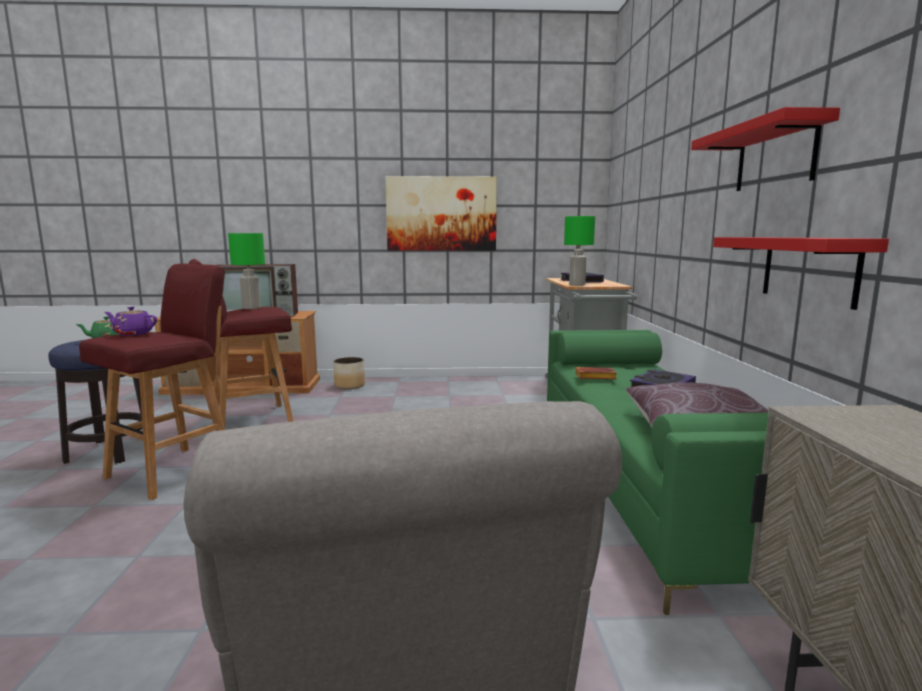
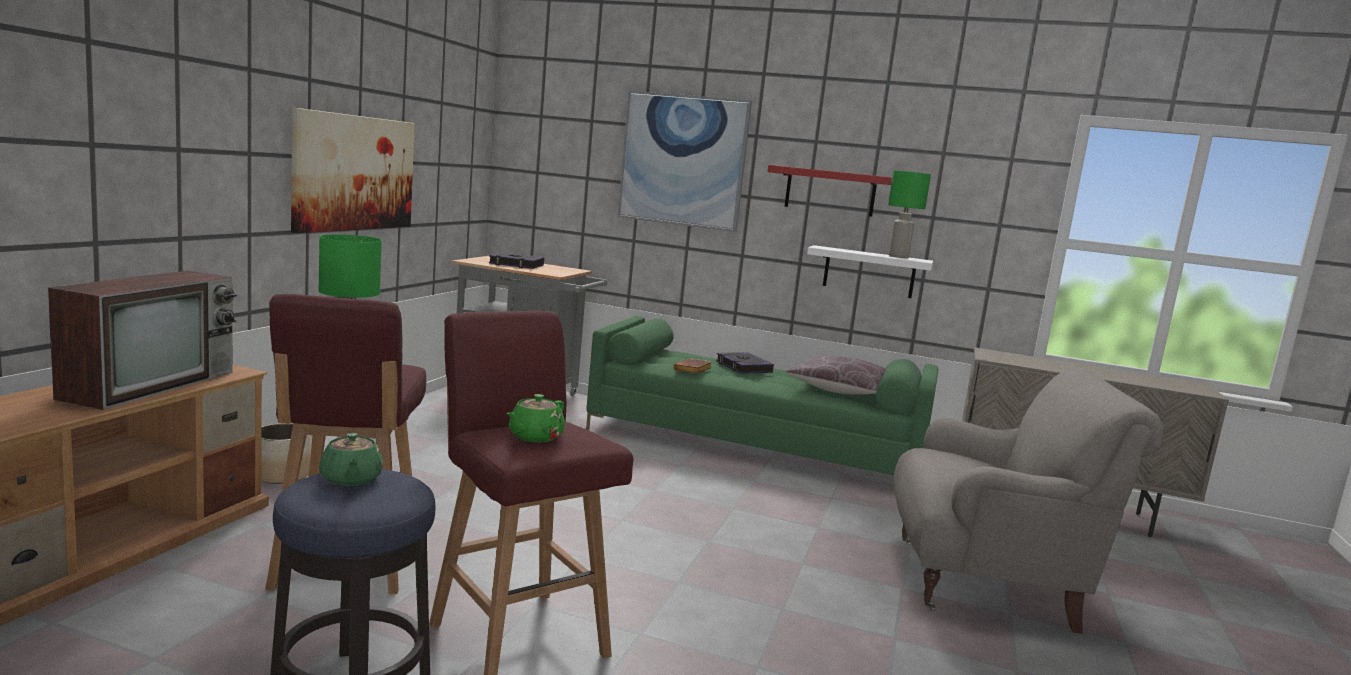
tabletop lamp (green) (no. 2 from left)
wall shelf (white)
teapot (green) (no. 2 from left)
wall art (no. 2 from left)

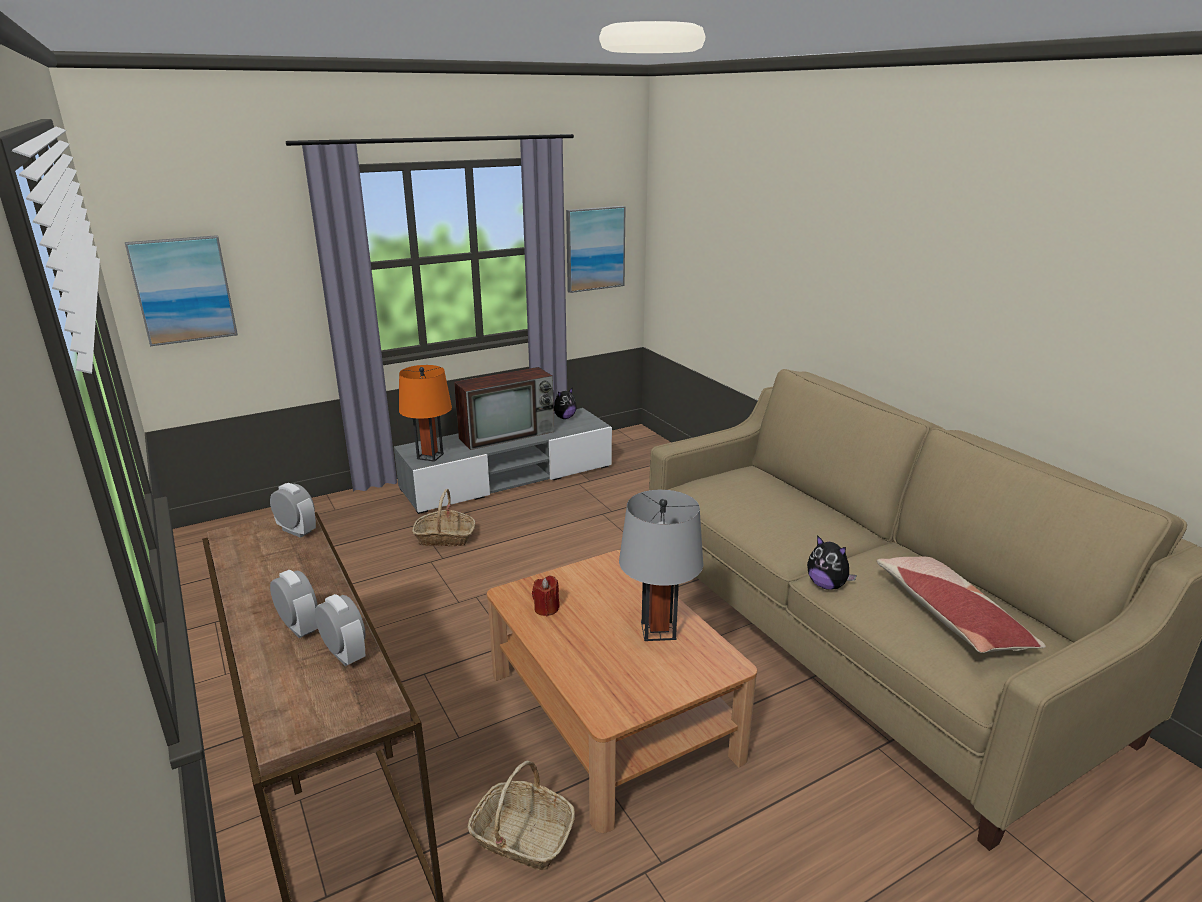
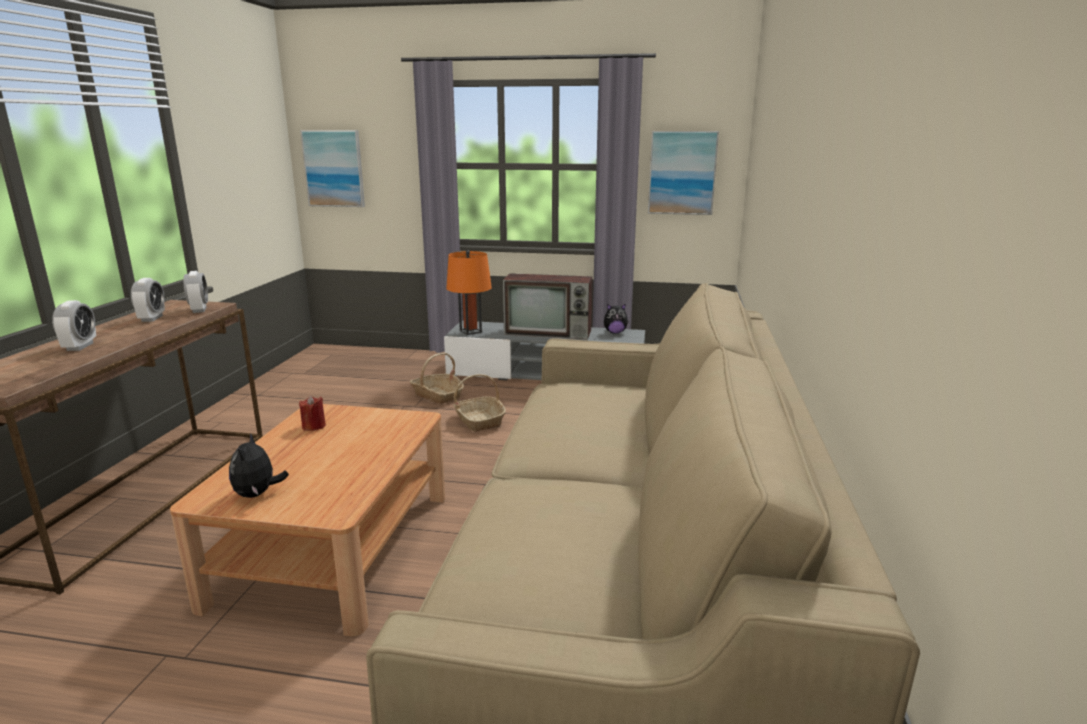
tabletop lamp (greyish)
cuddly toy (no. 1 from left)
pillow
table clock (no. 2 from left)
basket (no. 2 from left)

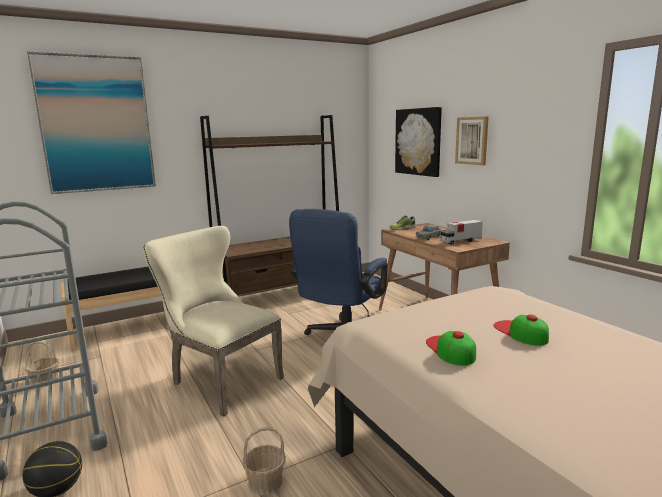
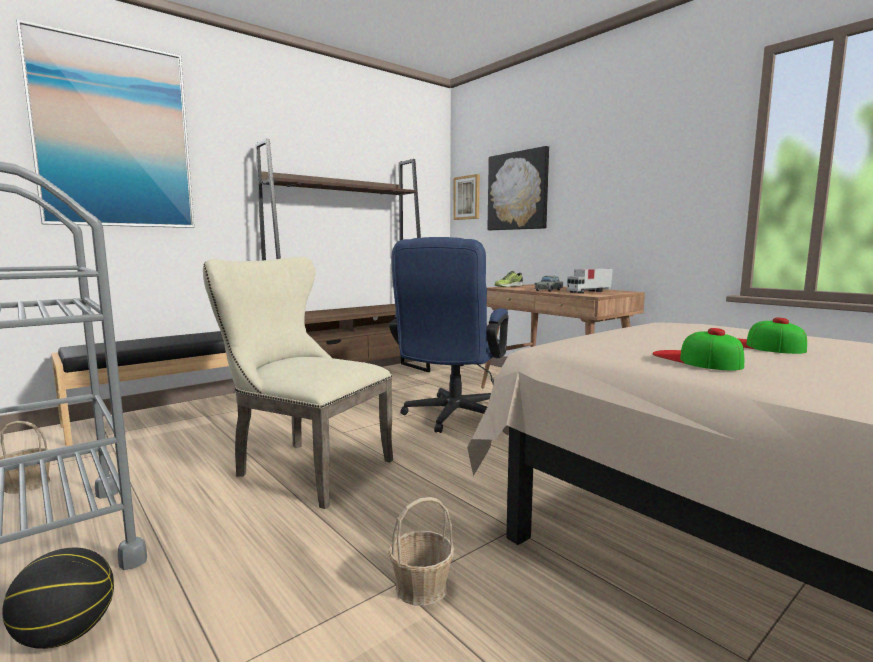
wall art (no. 2 from left)

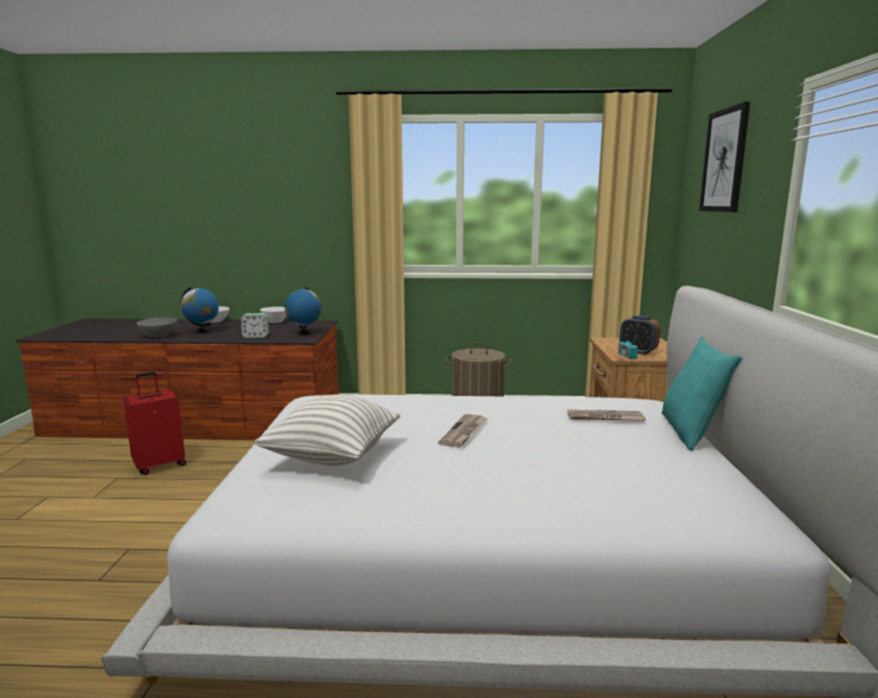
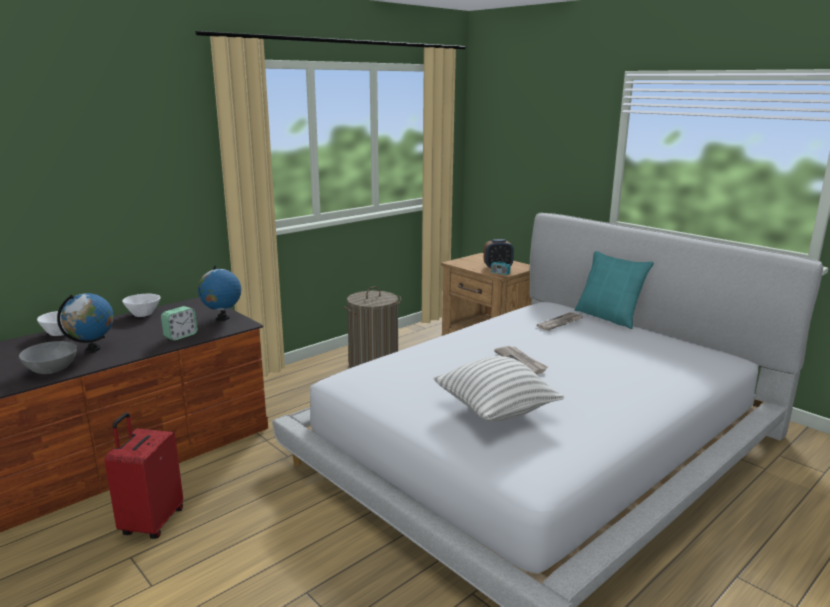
wall art

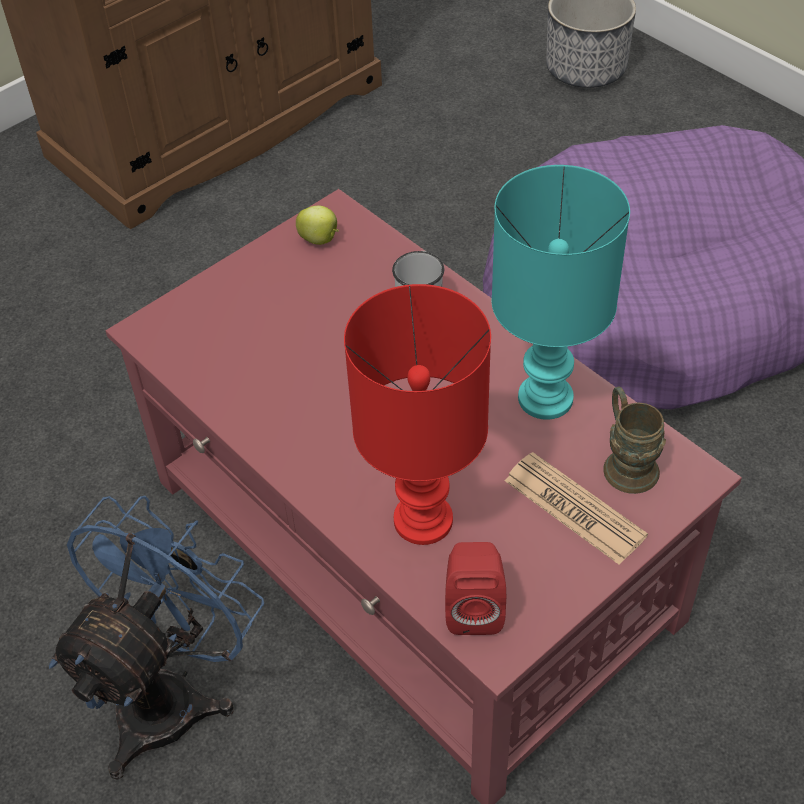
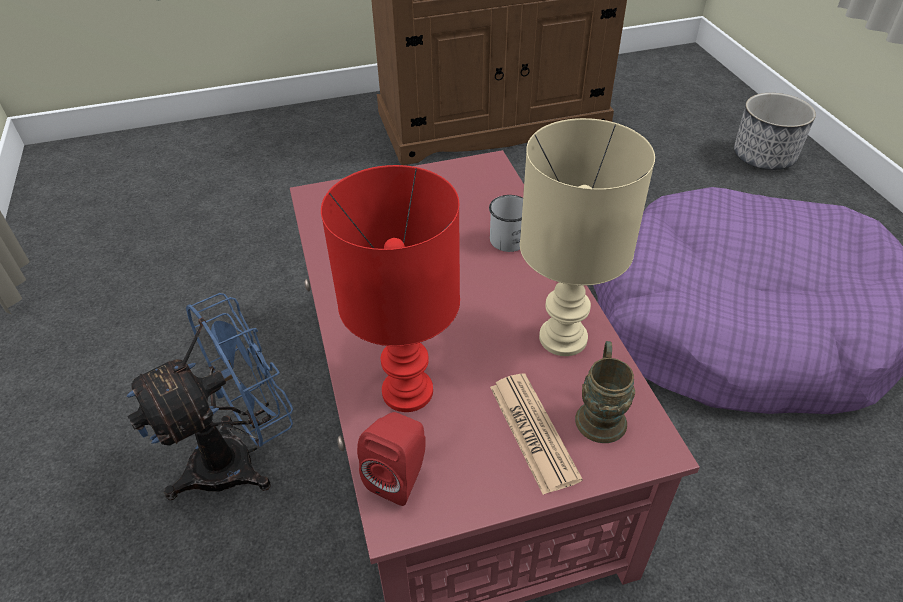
tabletop lamp (beige-coloured)
whole apple

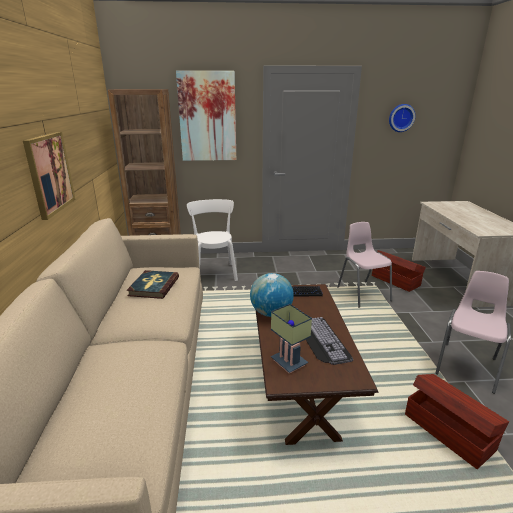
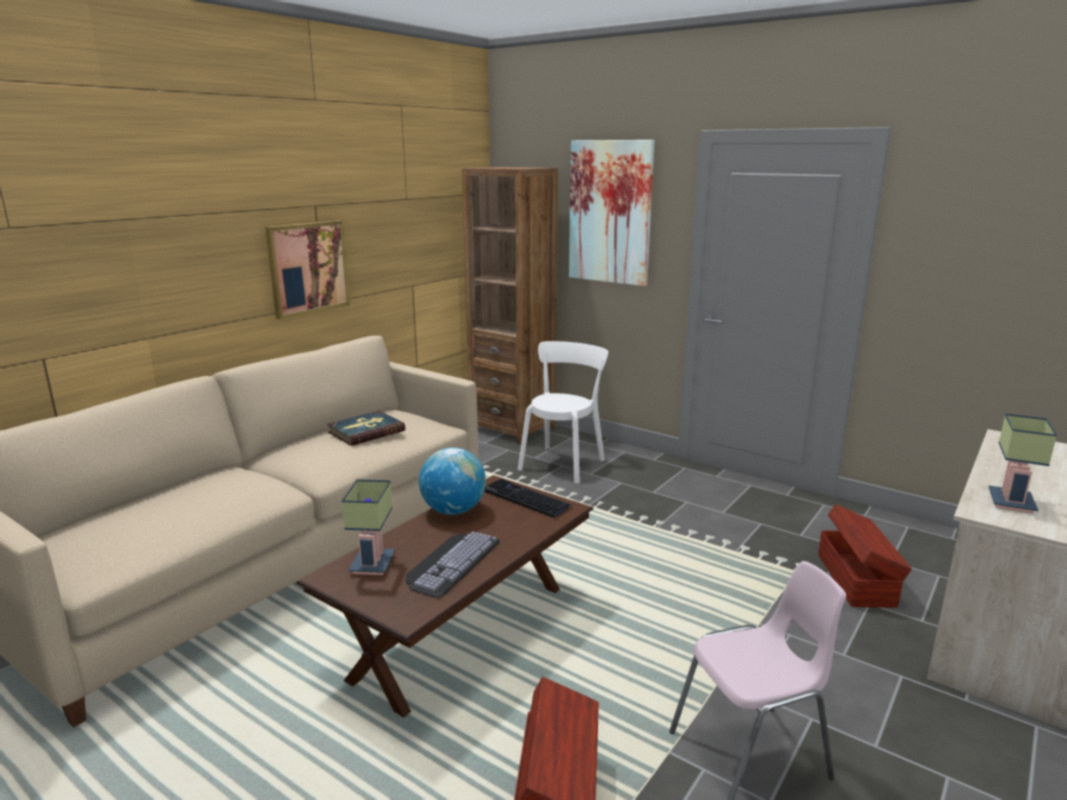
clock on the wall
upright chair (pink-coloured) (no. 1 from left in the first image)
tabletop lamp (no. 2 from left)

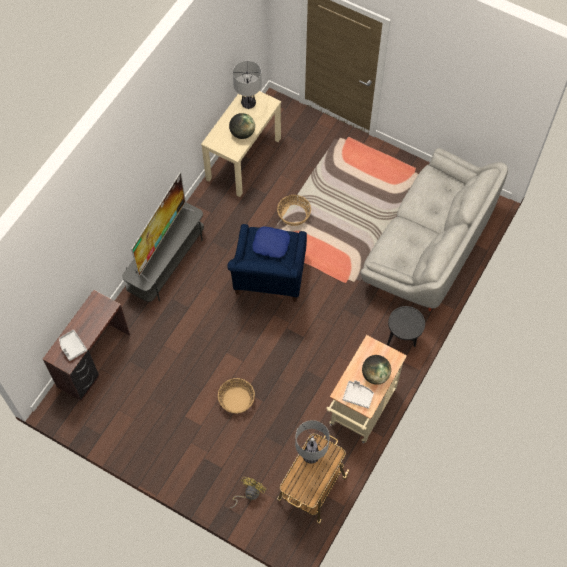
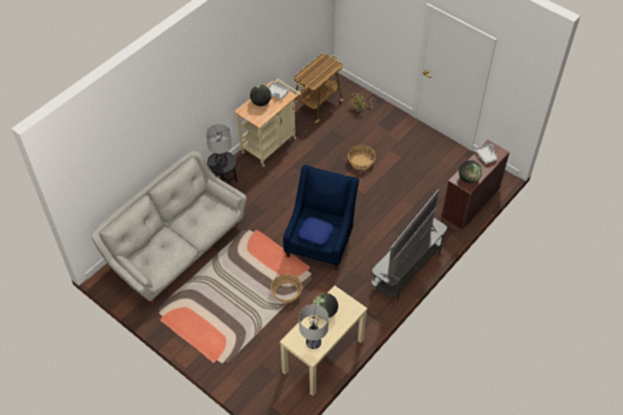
tabletop lamp (no. 1 from left)
world globe (no. 3 from left)

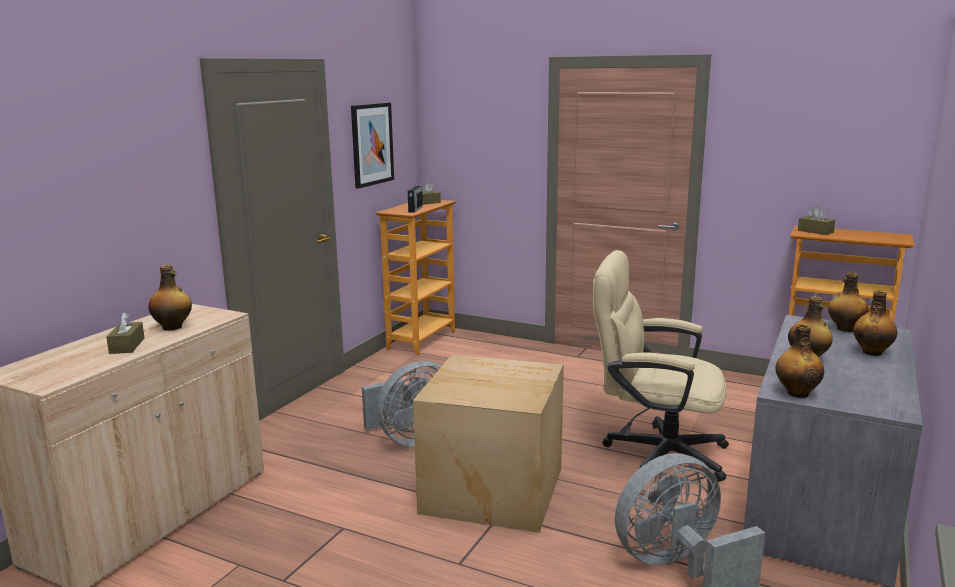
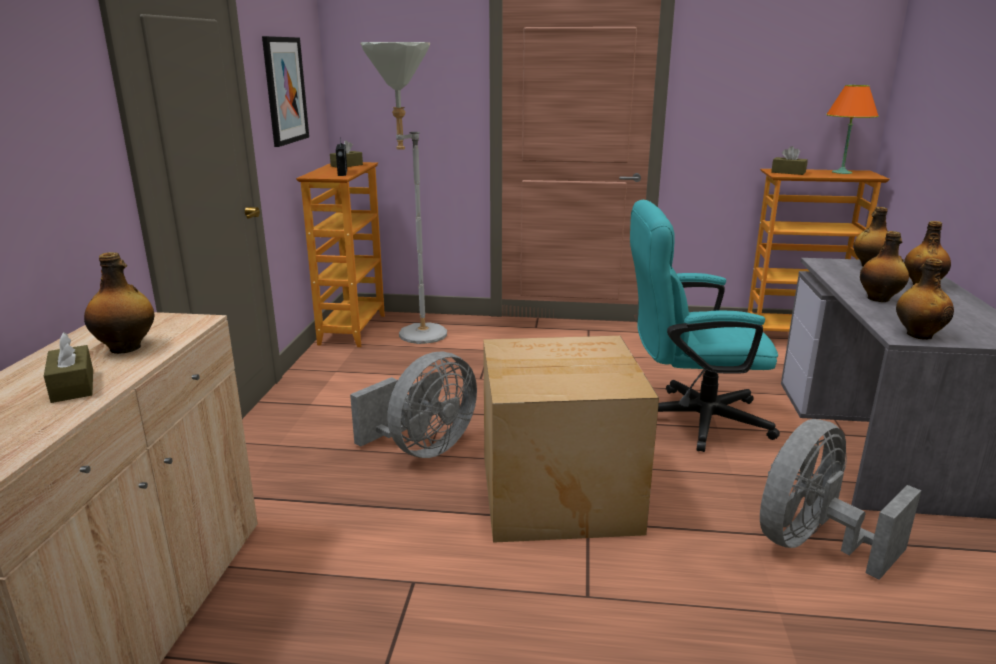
office chair (turquoise)
standard lamp (greyish)
tabletop lamp (orange)

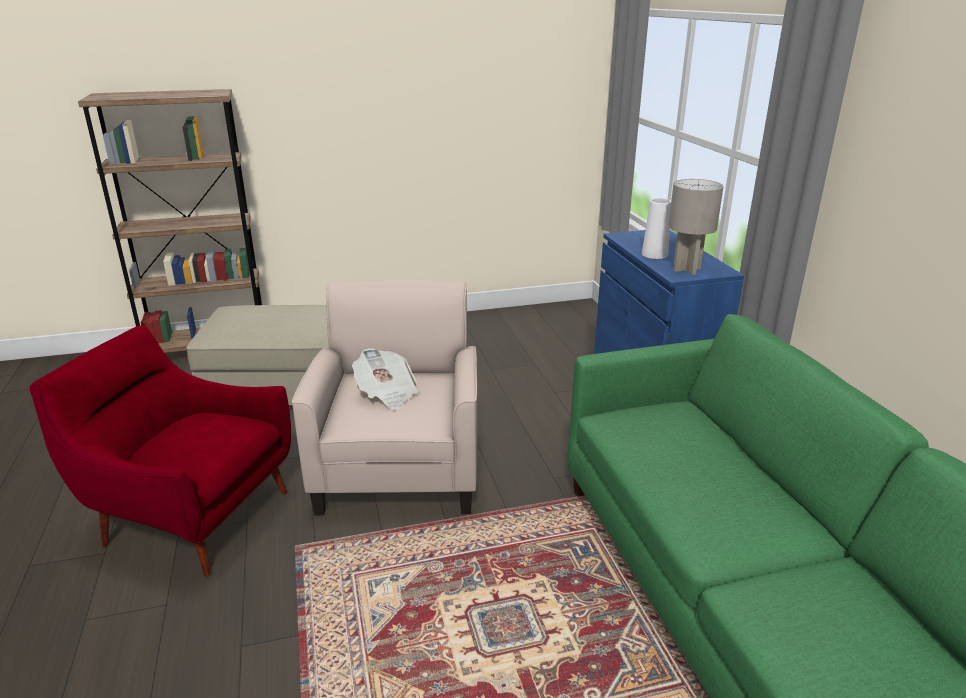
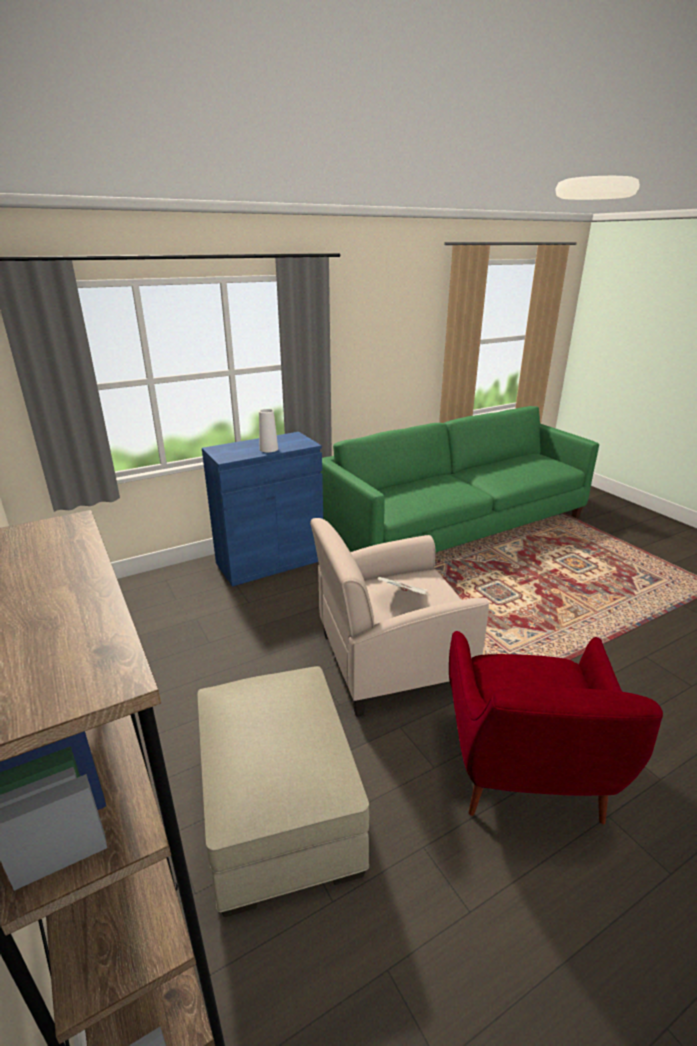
tabletop lamp (greyish)

